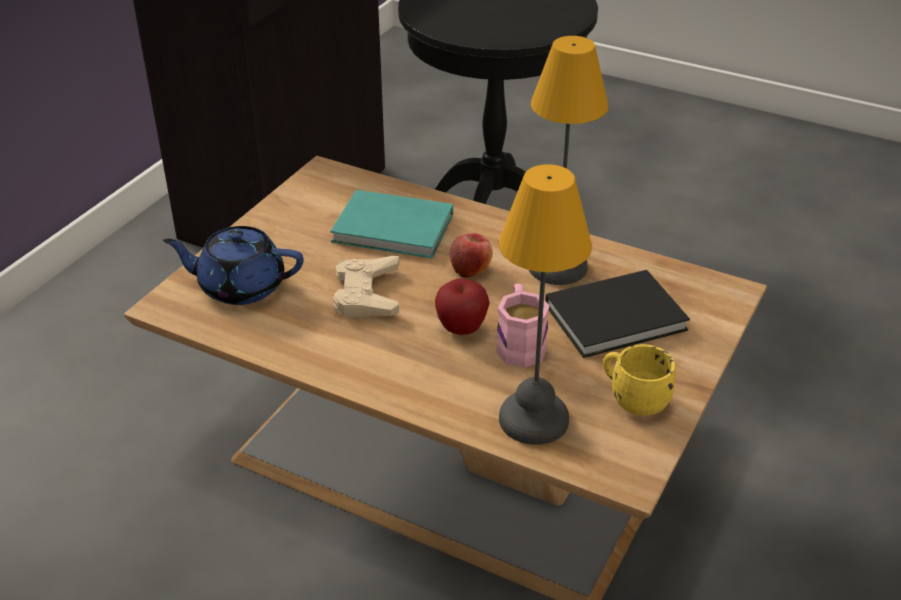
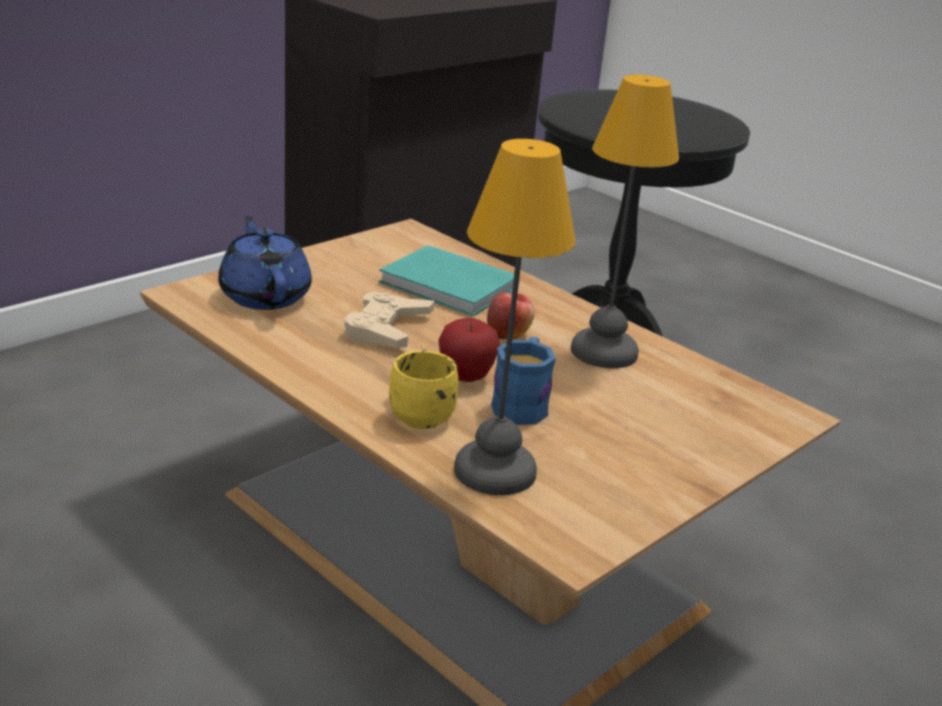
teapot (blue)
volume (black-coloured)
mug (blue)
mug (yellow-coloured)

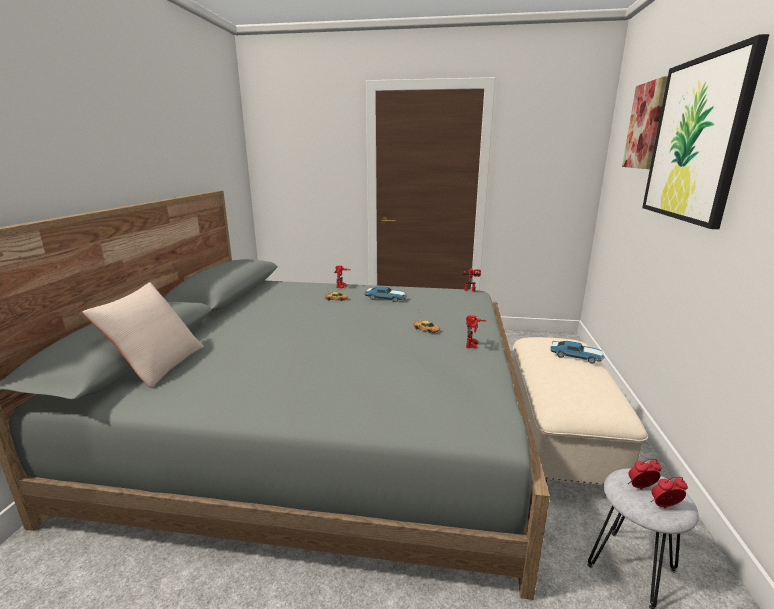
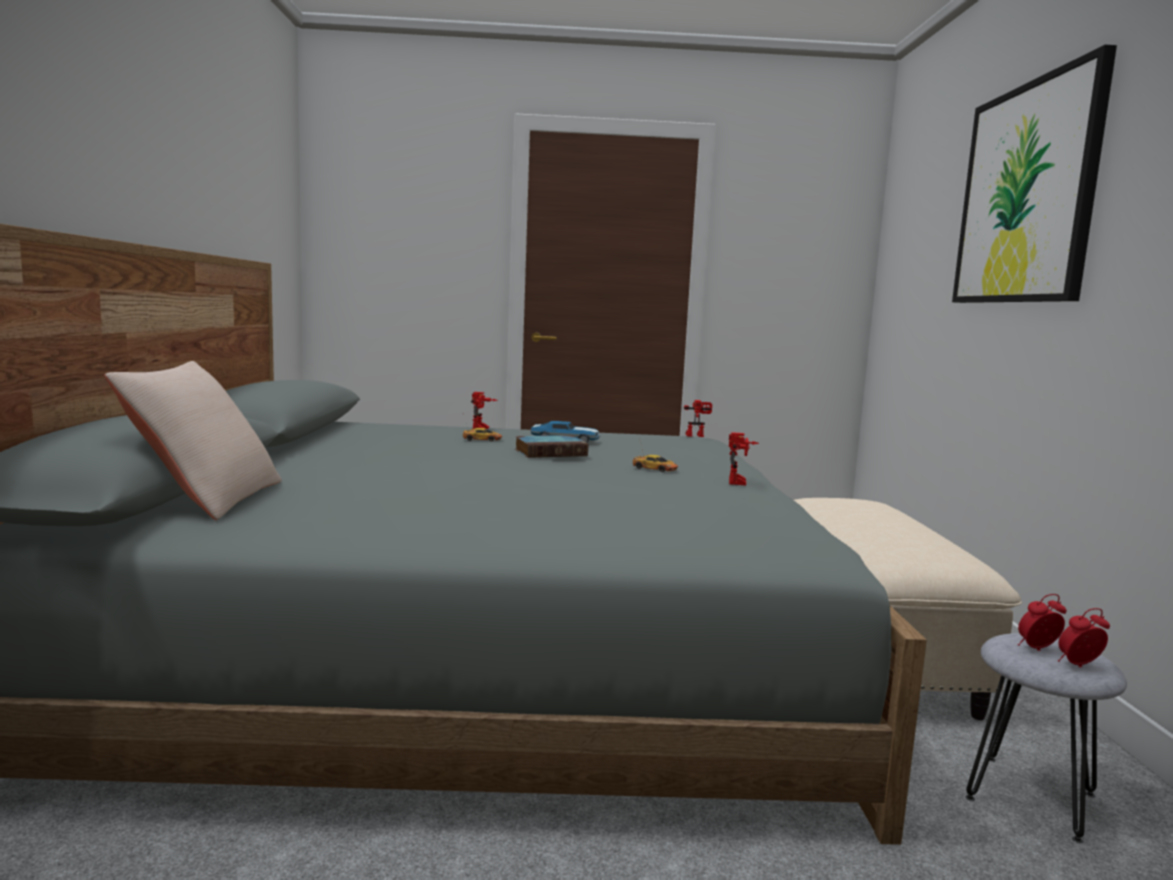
wall art (no. 1 from left in the first image)
model car (no. 4 from left in the first image)
volume

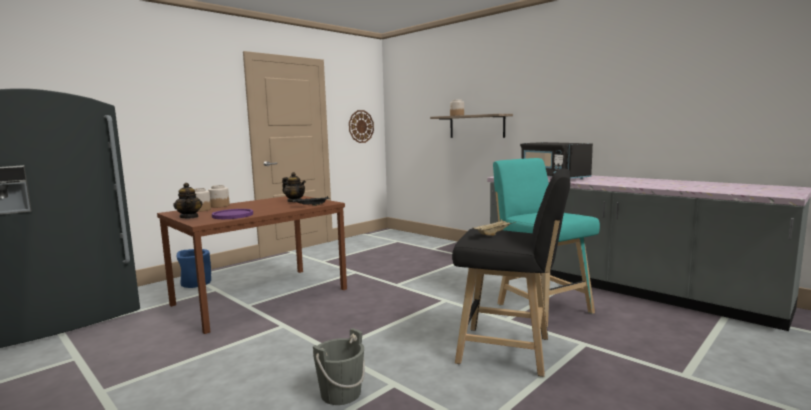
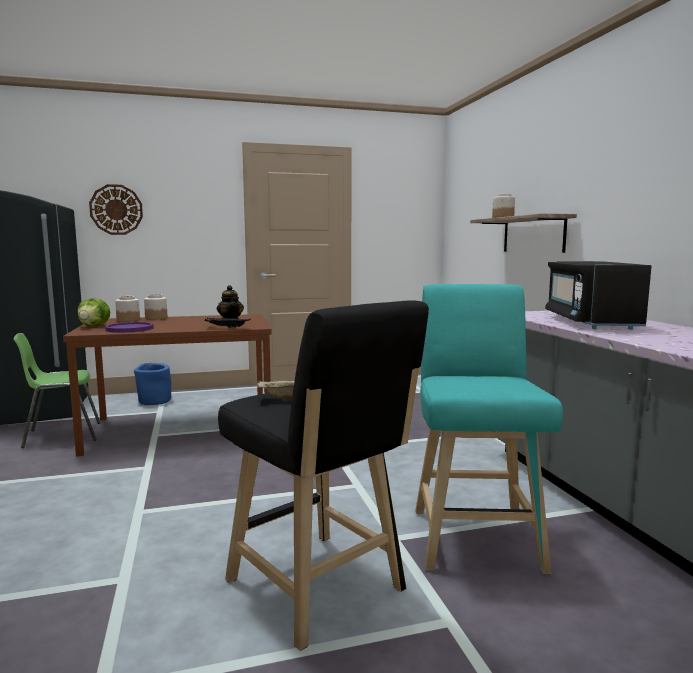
clock on the wall
head of lettuce
pail (greyish)
upright chair (green)

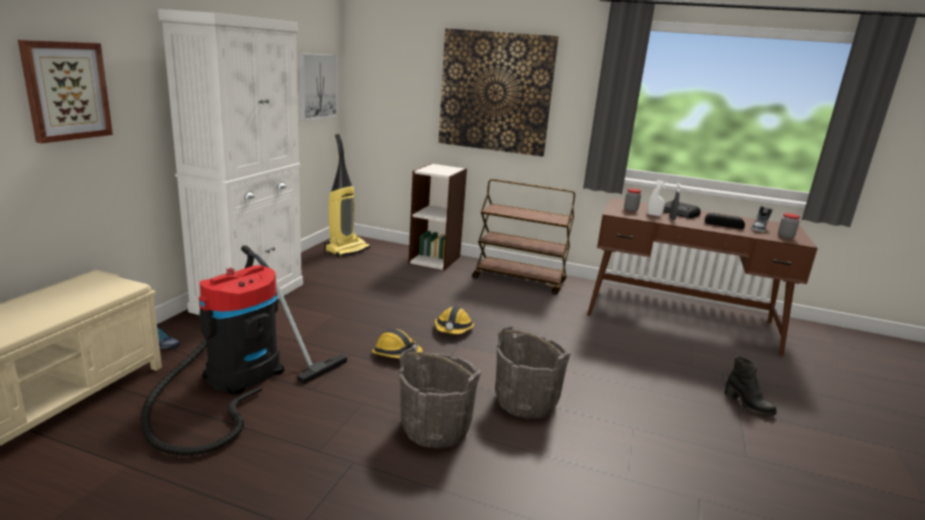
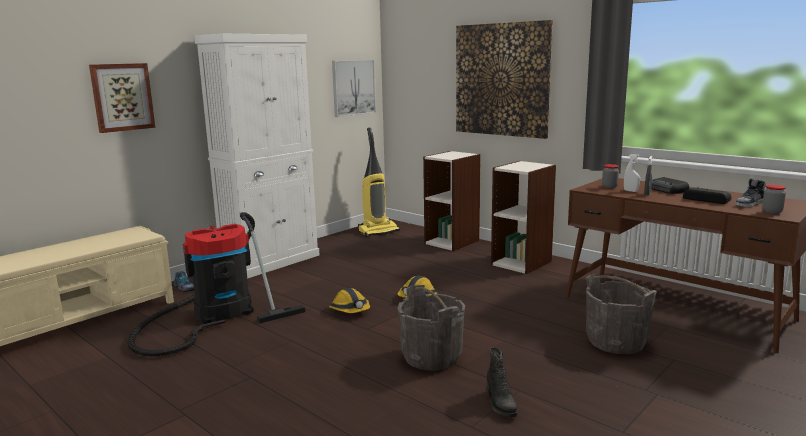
bookcase (no. 2 from left)
pail (greyish) (no. 2 from left)
high-top boot (black-coloured)

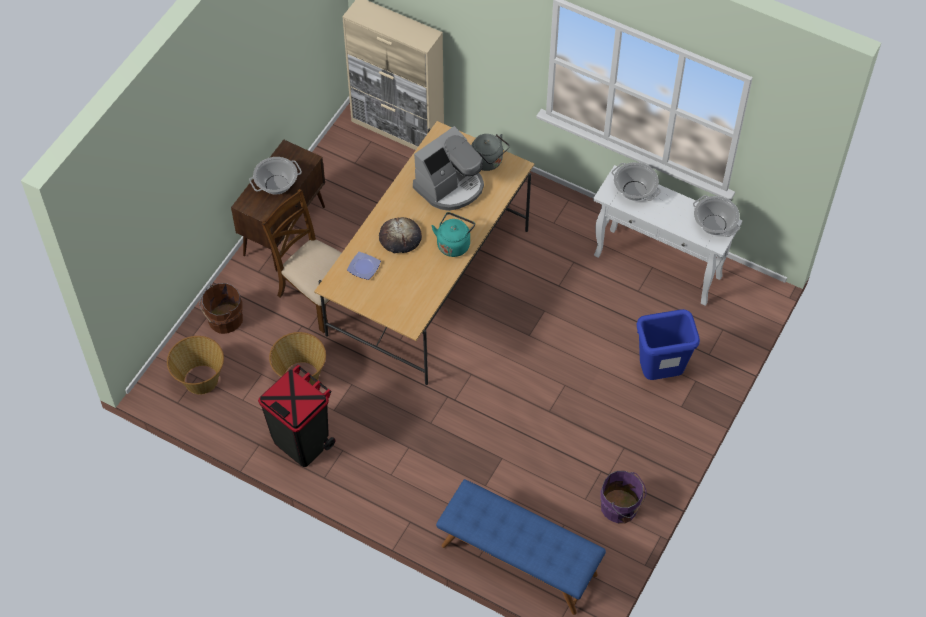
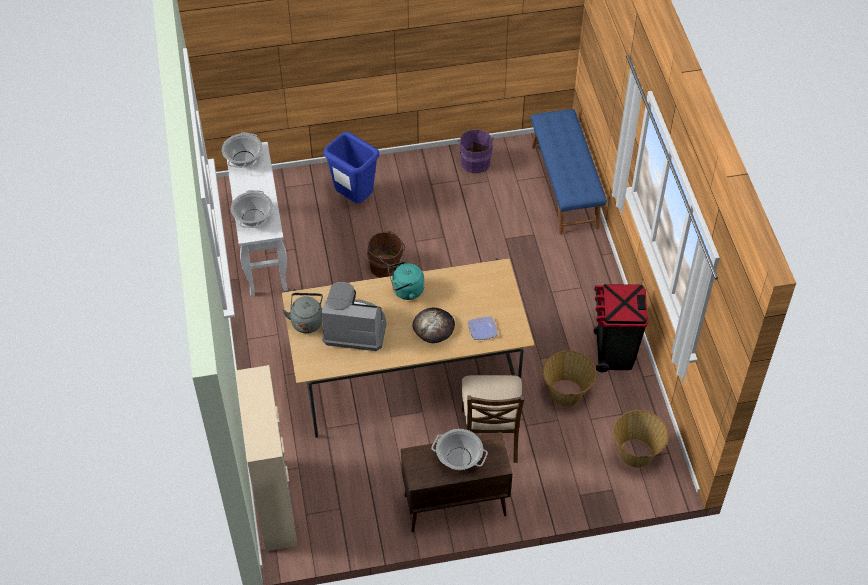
pail (brownish)

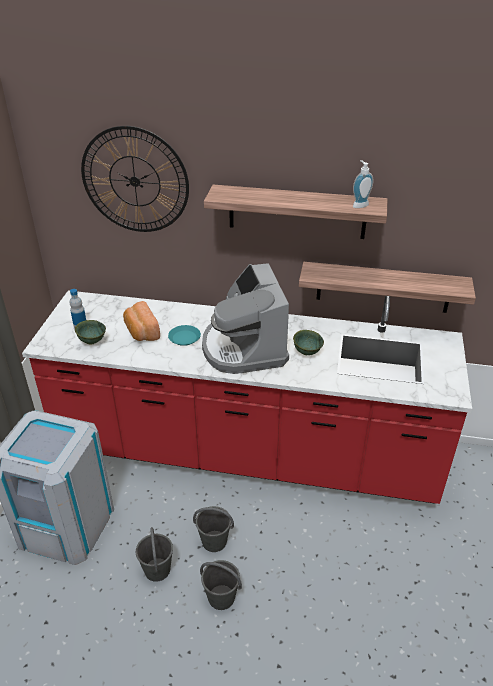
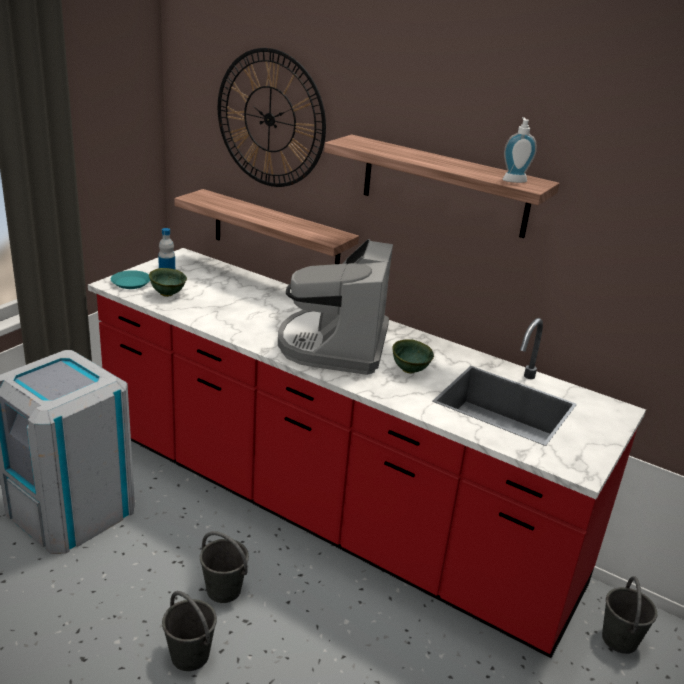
wall shelf (no. 1 from left)
bread
flat dish (turquoise)
pail (greyish) (no. 3 from left)

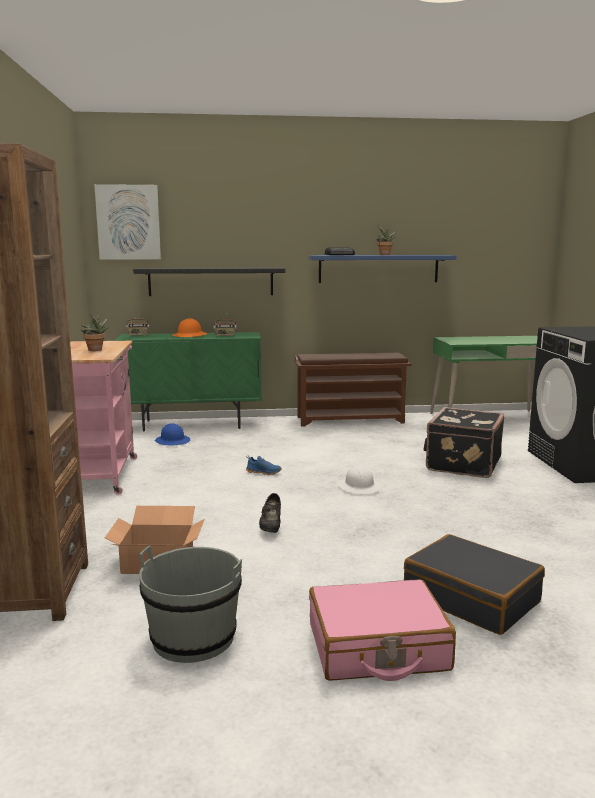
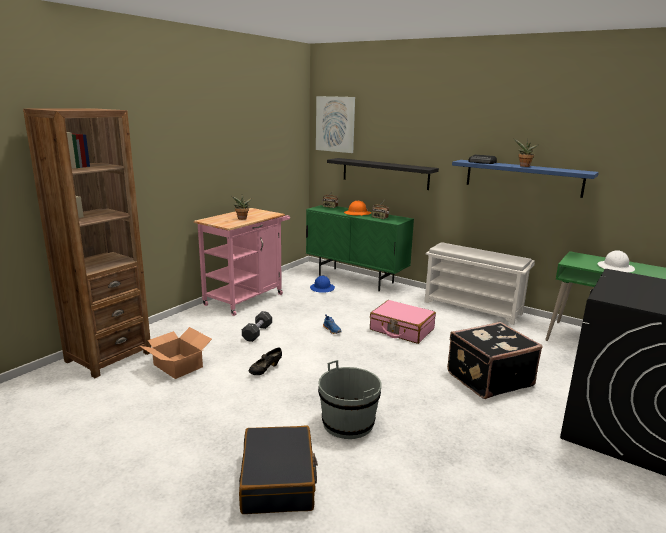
shoe stand (white)
work helmet (white)
pail (greyish)
suitcase (pink-coloured)
free weight (black-coloured)

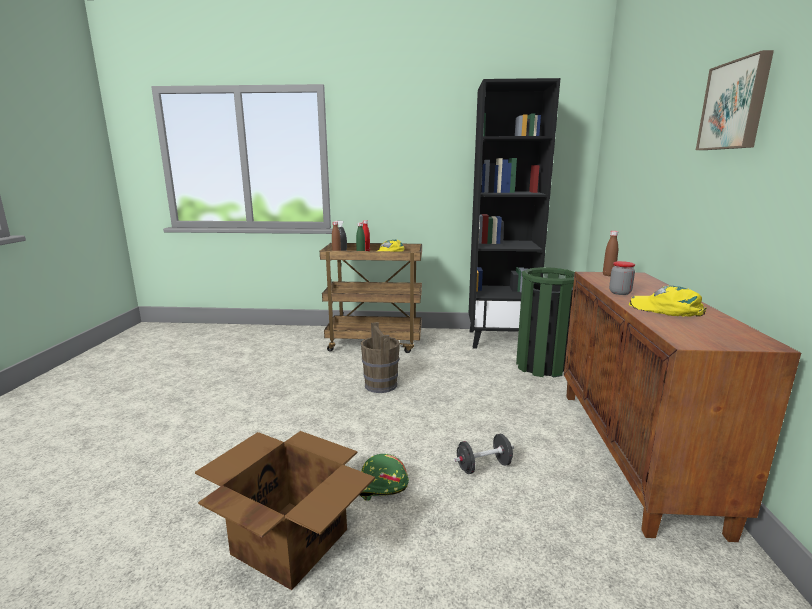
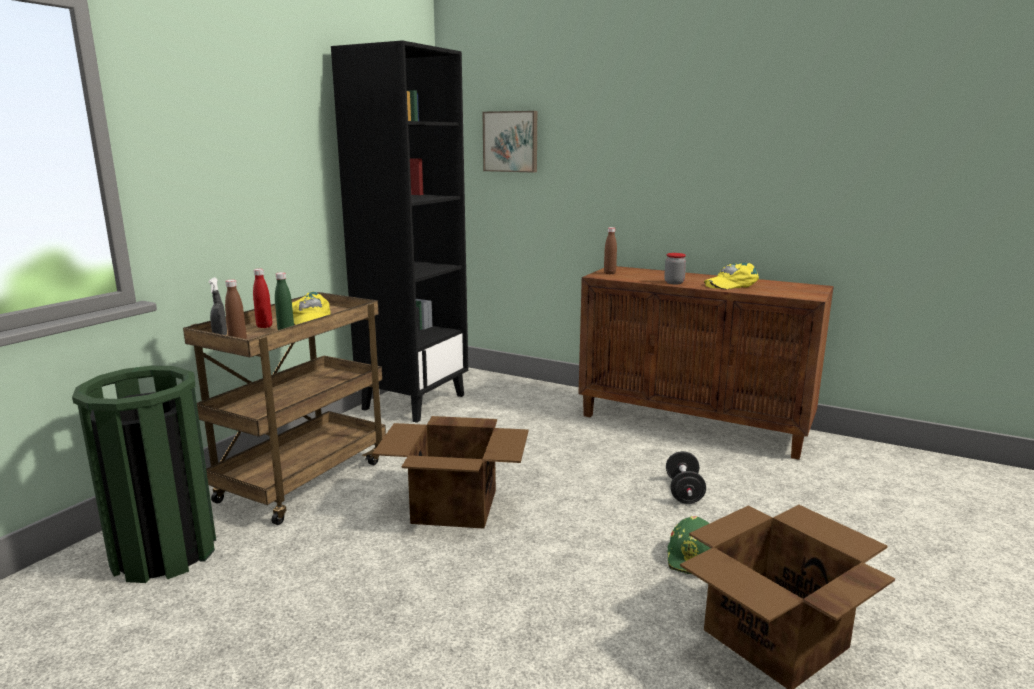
wall art
waste bin (green)
cardboard box (no. 1 from left)

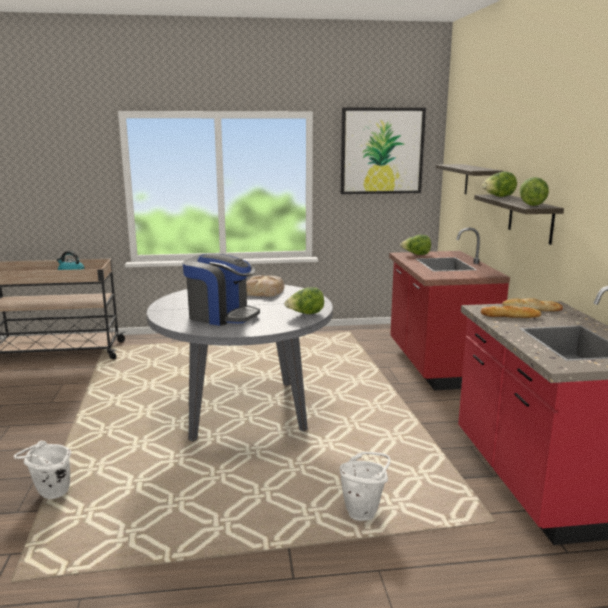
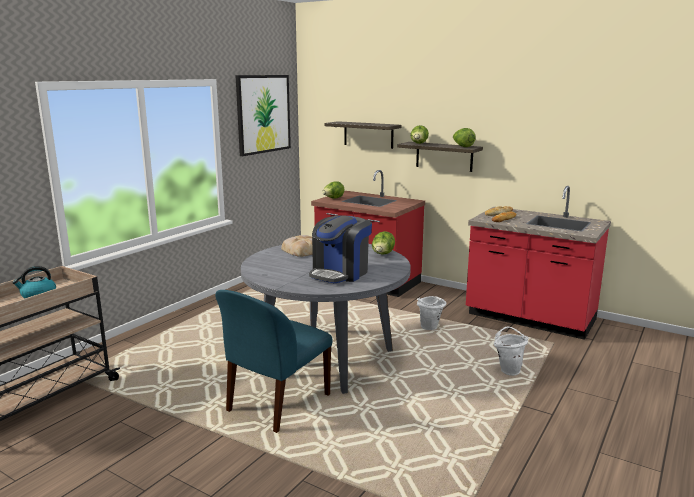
coffee brewer
pail (white) (no. 1 from left)
upright chair (blue)

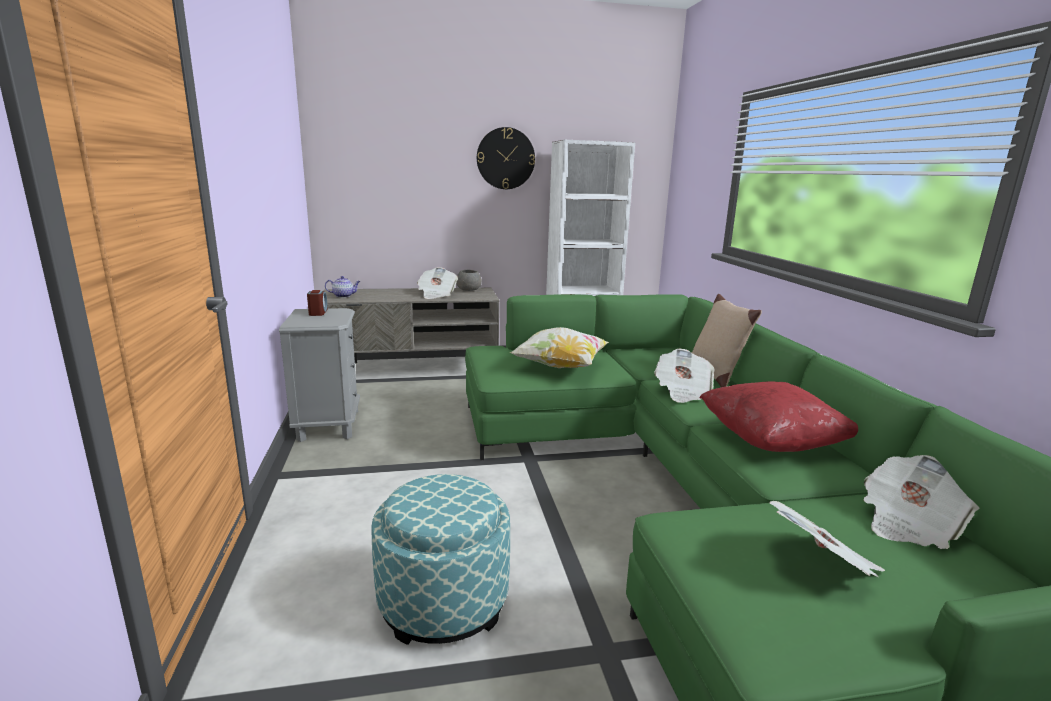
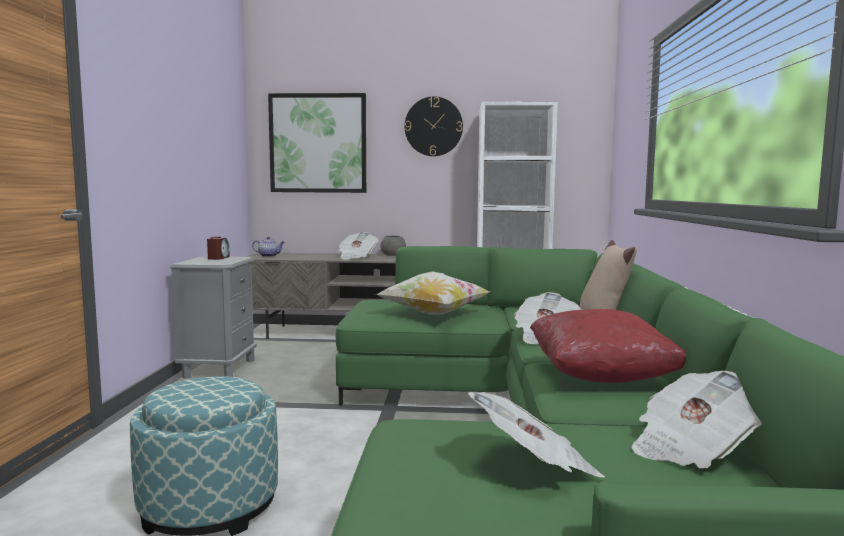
wall art

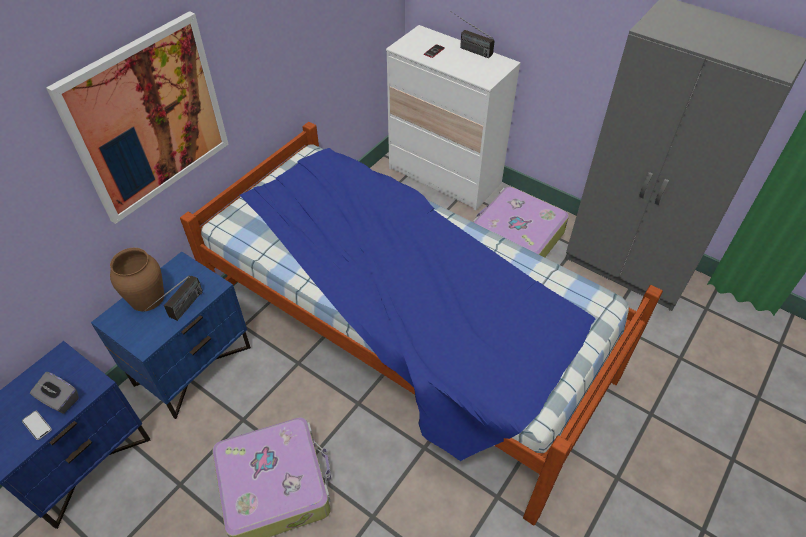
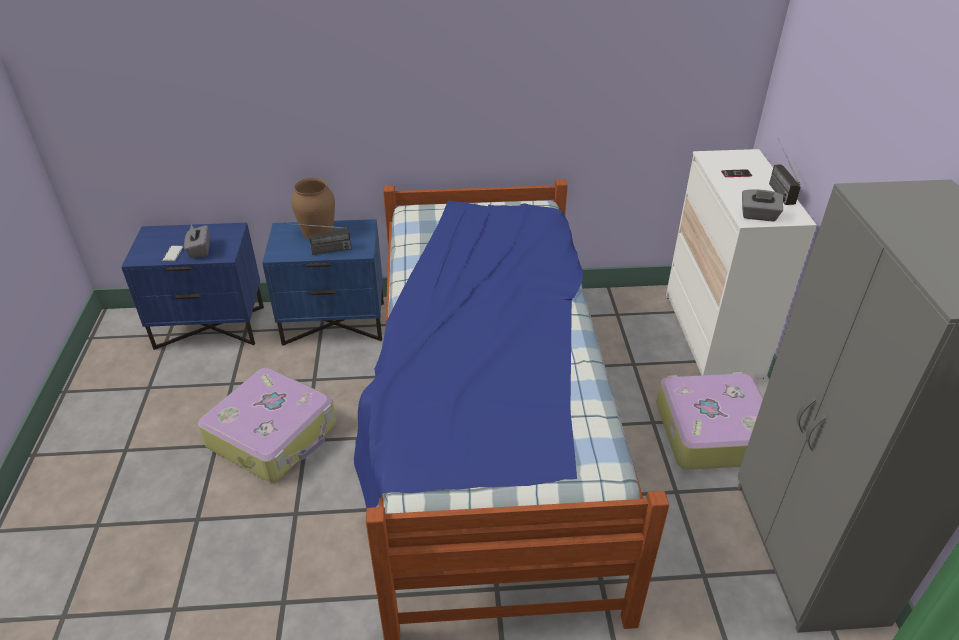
wall art
tissue holder (greyish) (no. 2 from left)

